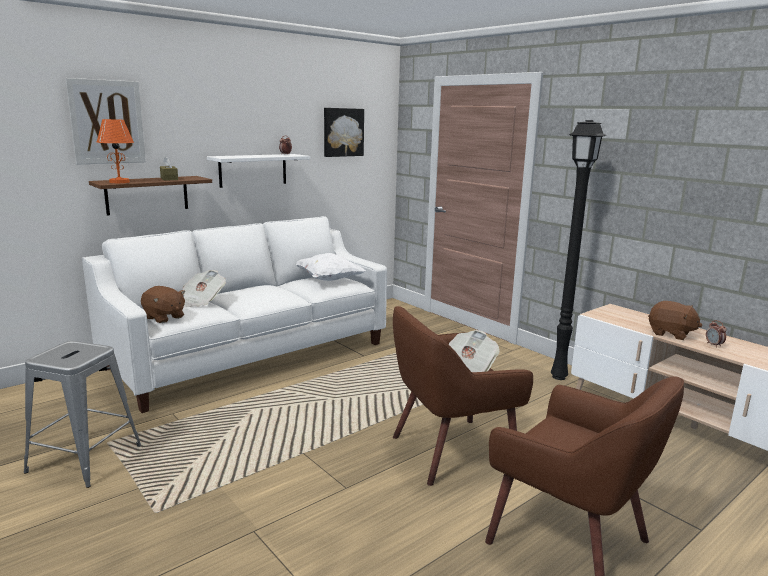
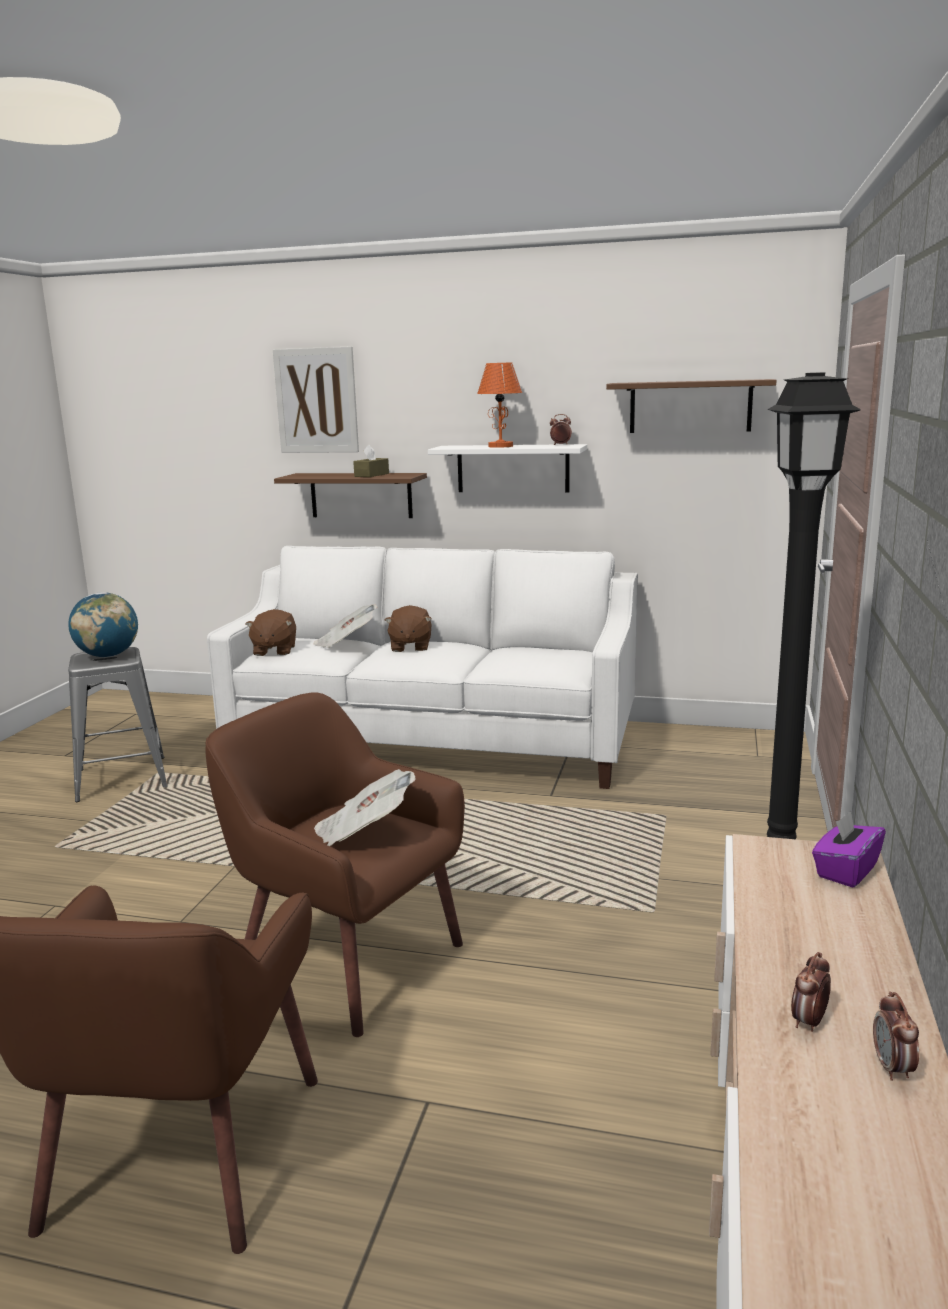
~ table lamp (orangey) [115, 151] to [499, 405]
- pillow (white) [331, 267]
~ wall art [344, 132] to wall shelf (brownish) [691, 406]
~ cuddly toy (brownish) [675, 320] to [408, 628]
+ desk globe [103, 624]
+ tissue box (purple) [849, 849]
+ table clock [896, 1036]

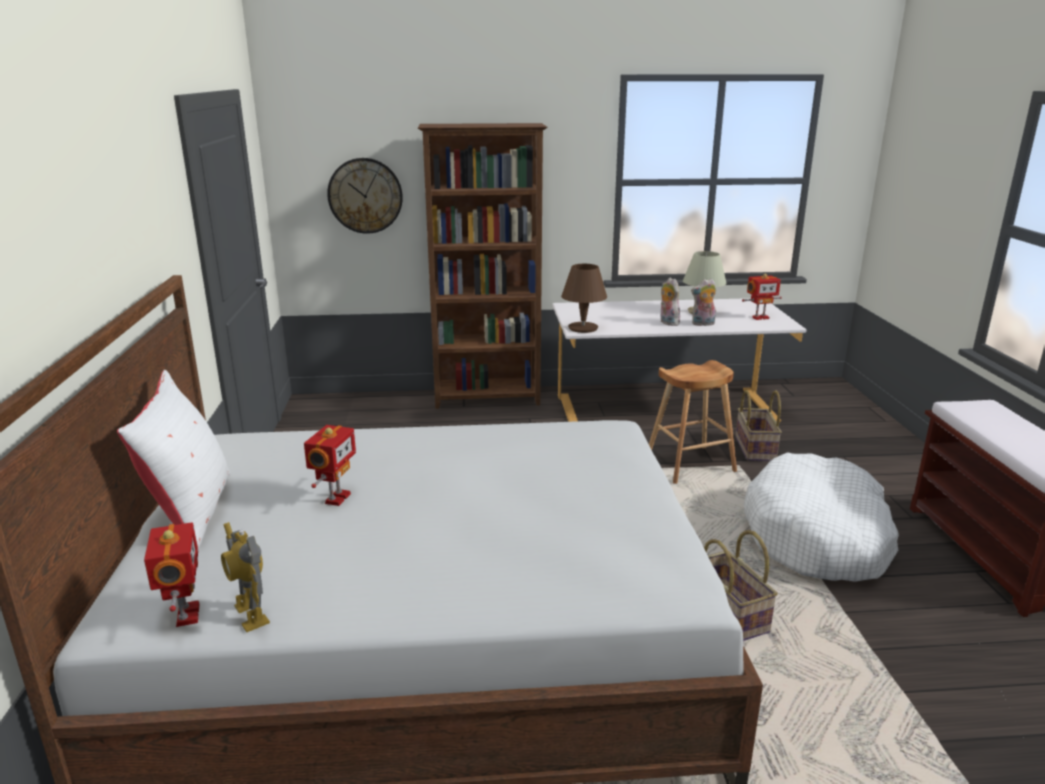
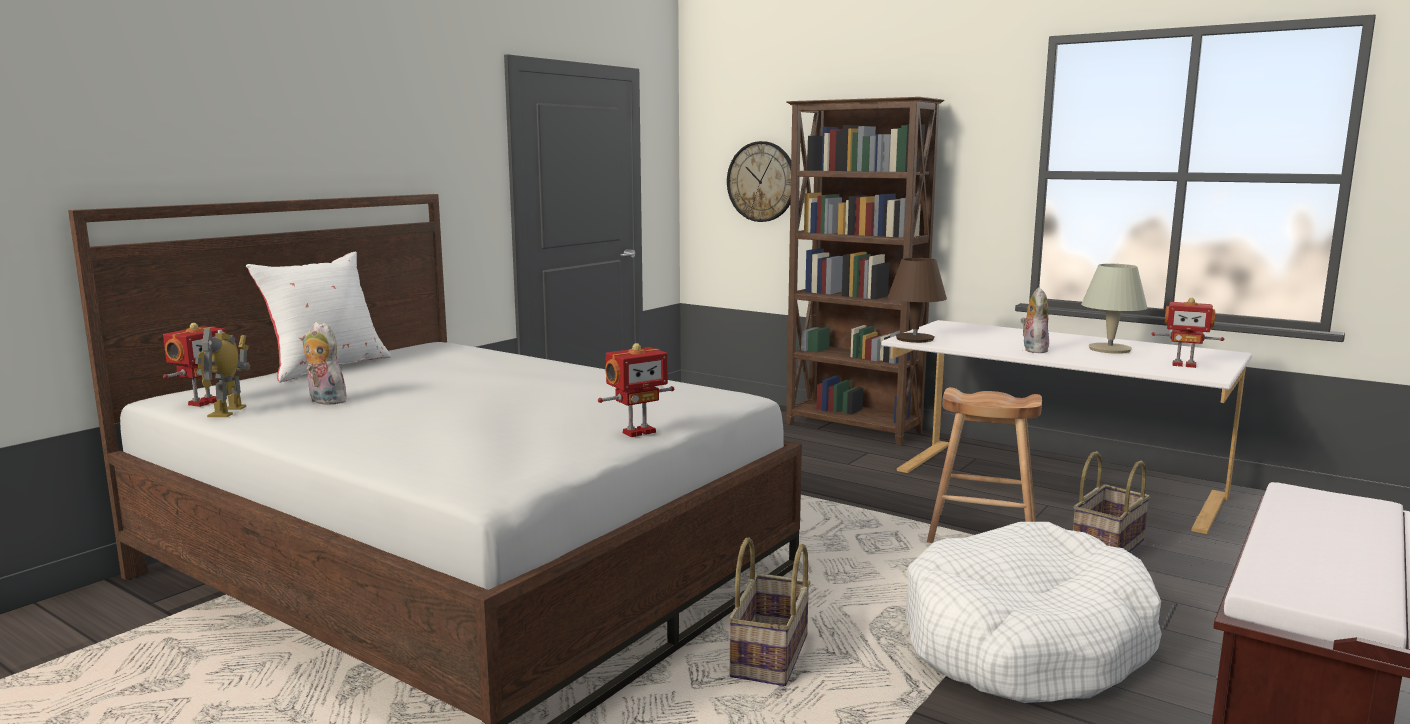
~ robot figure [330, 465] to [636, 390]
~ cuddly toy [703, 302] to [325, 363]

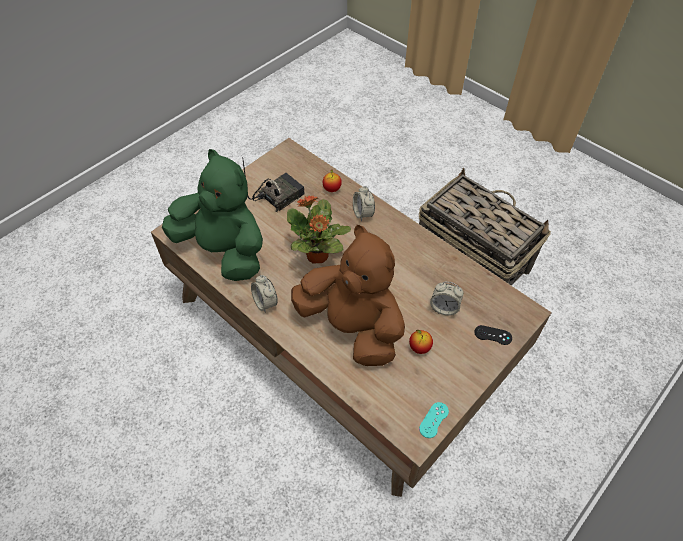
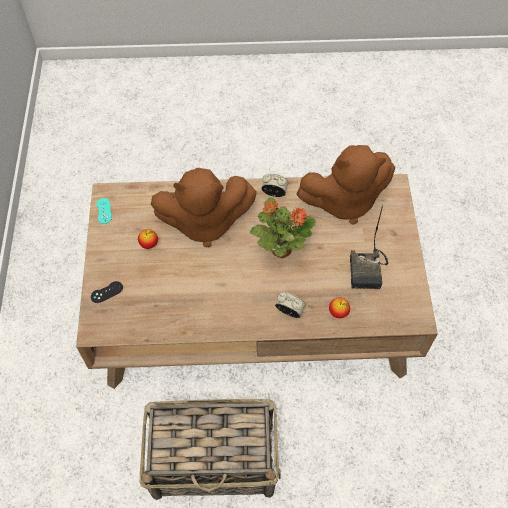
~ cuddly toy (green-coloured) [212, 215] to cuddly toy (brownish) [346, 184]
- table clock [447, 299]

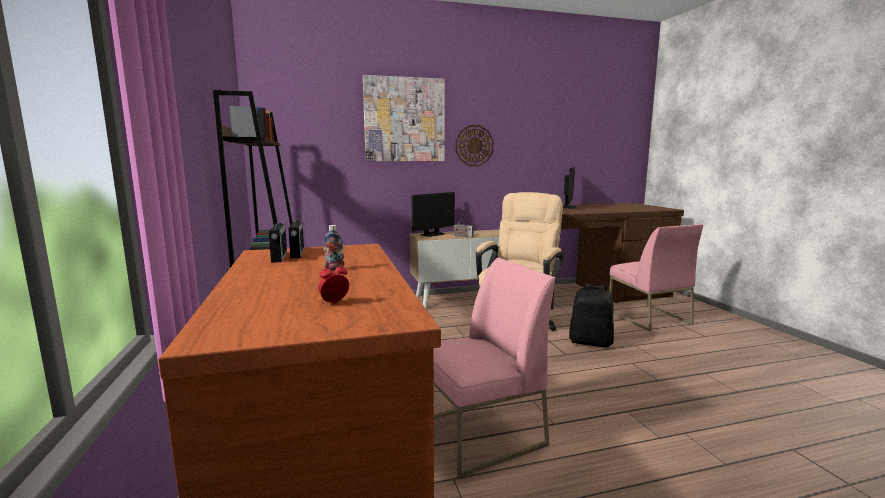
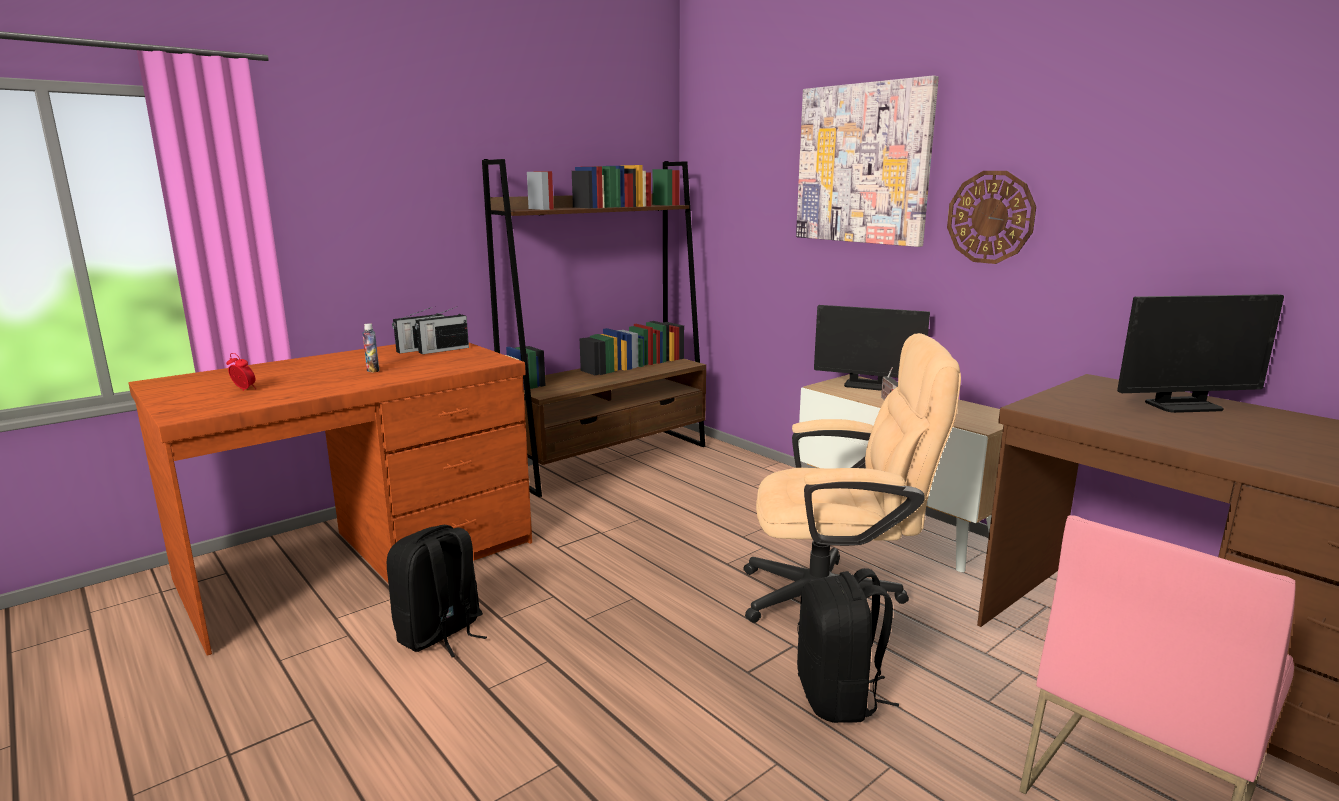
~ plain chair (pinkish) [494, 368] to knapsack (black-coloured) [437, 591]

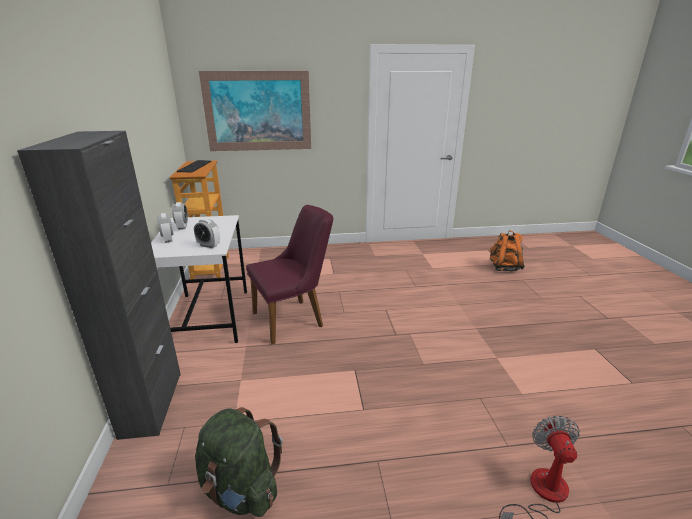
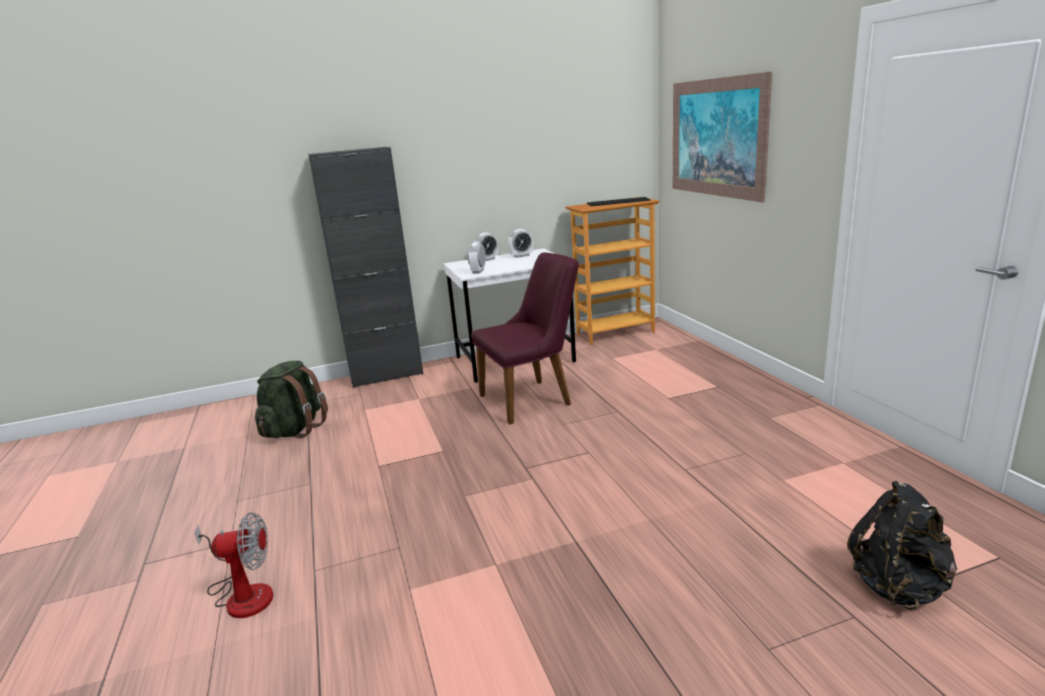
~ plain chair (purple) [289, 274] = [525, 338] 75 degrees counterclockwise
~ knapsack (orangey) [507, 251] to knapsack (black-coloured) [902, 545]

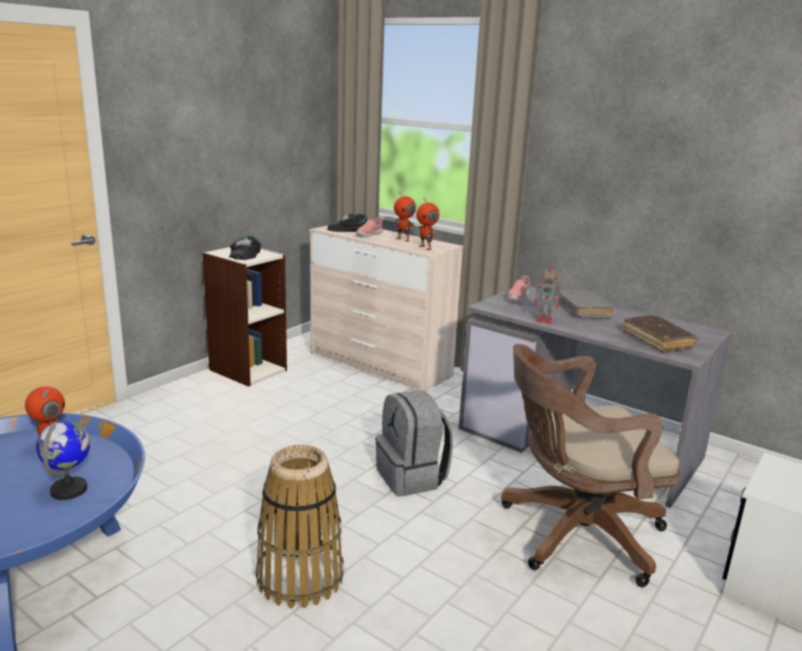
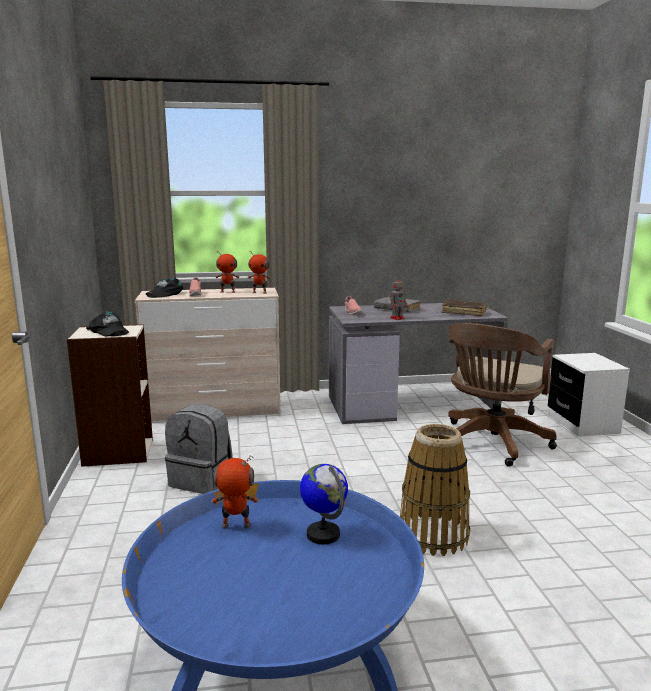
~ knapsack (greyish) [414, 443] to [199, 449]

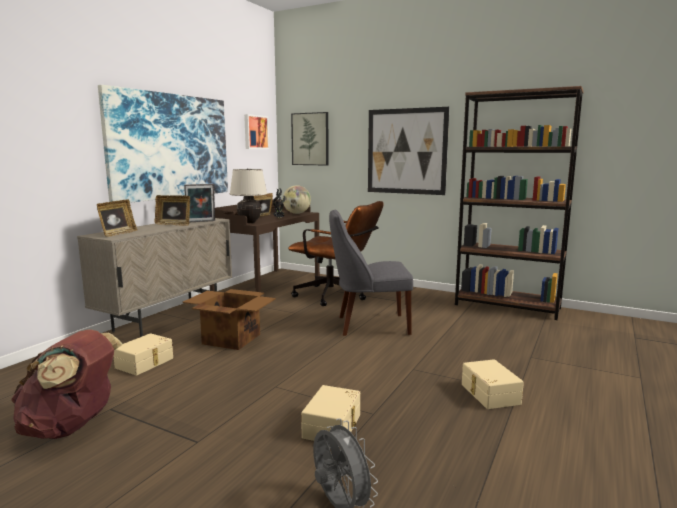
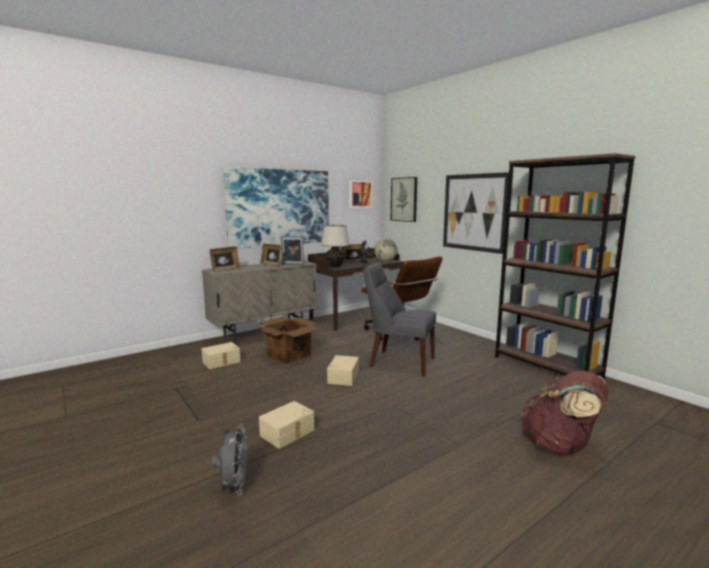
~ knapsack (brownish) [67, 384] to [565, 413]
~ storage bin (sand-coloured) [493, 384] to [343, 370]

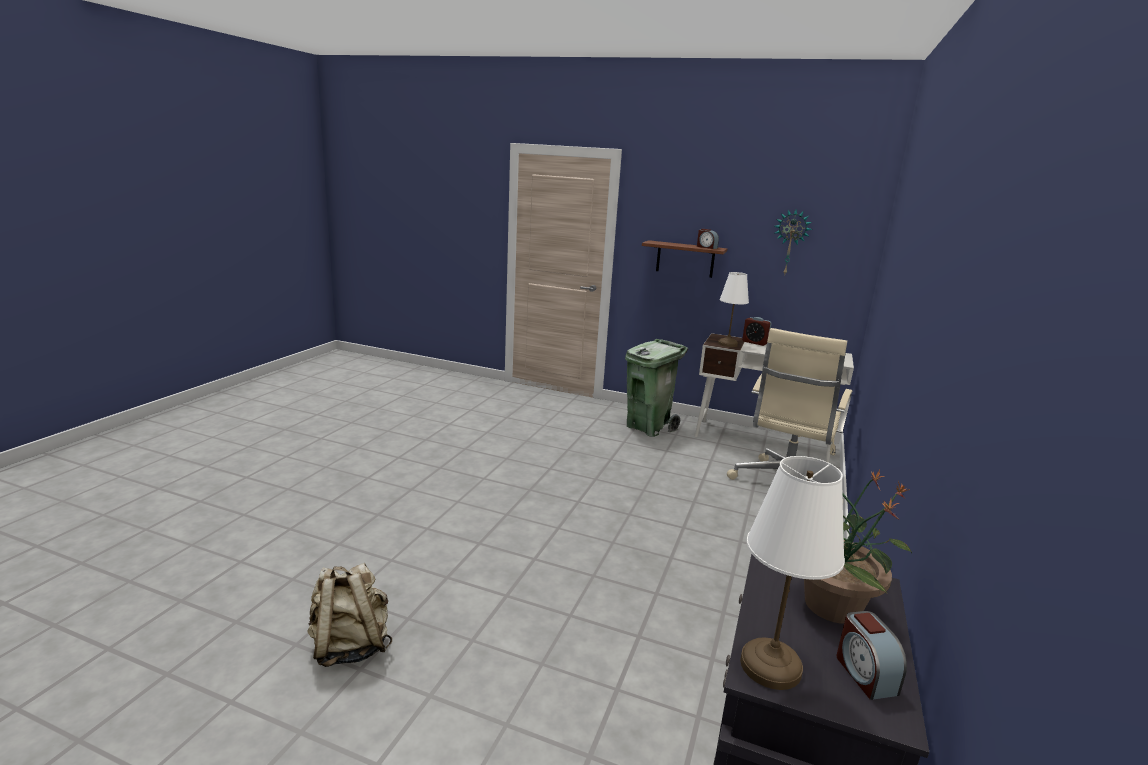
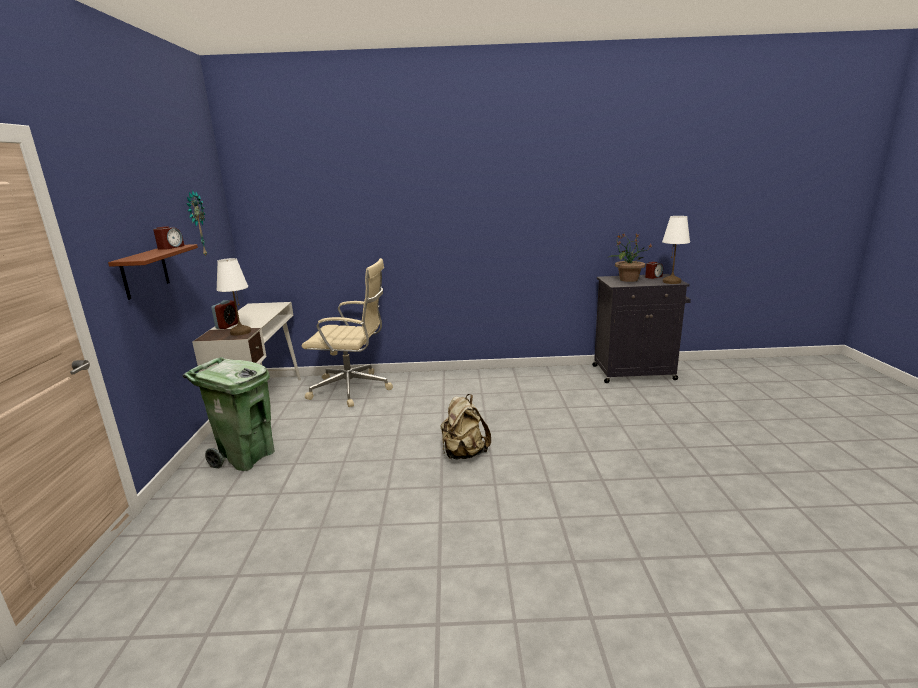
~ knapsack (sand-coloured) [349, 615] to [465, 427]

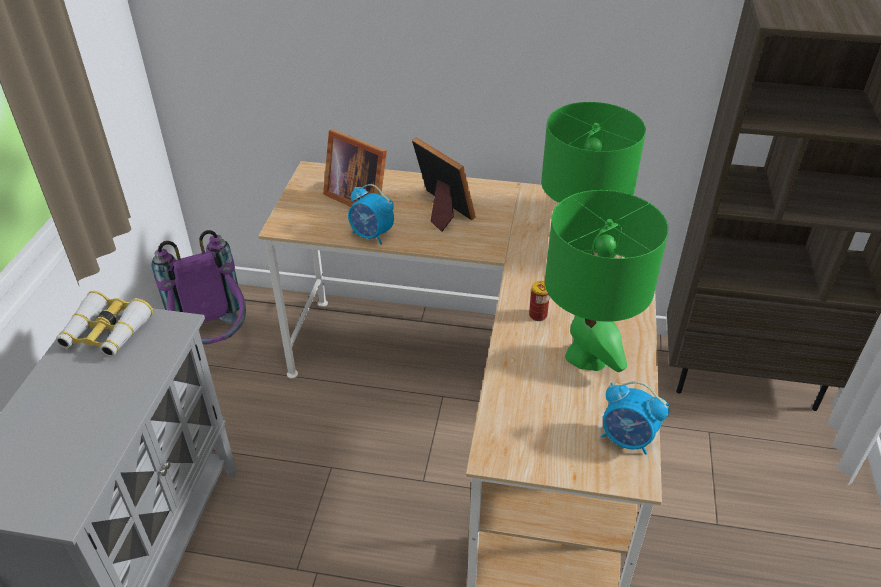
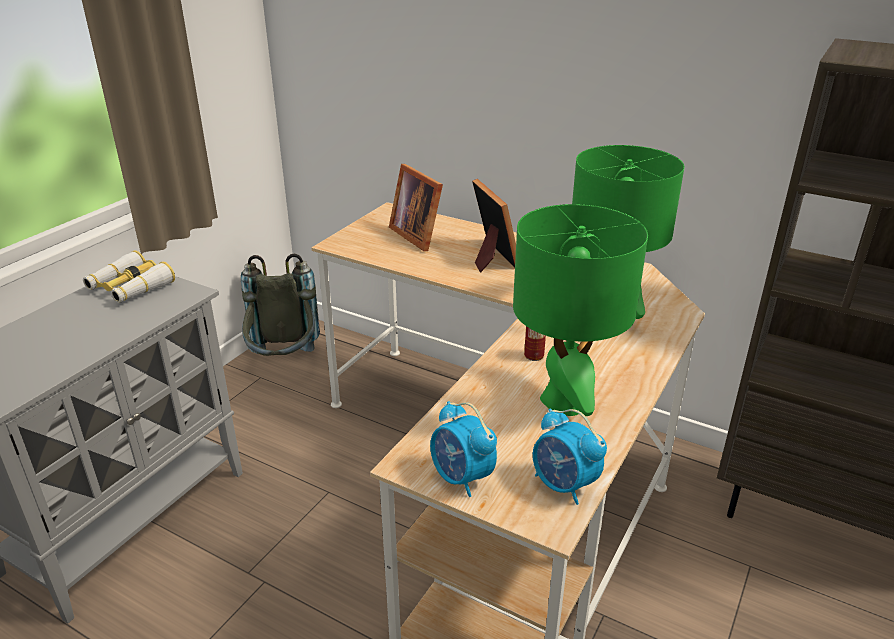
~ knapsack (purple) [198, 287] to knapsack (greyish) [280, 304]
~ table clock [371, 214] to [463, 449]

